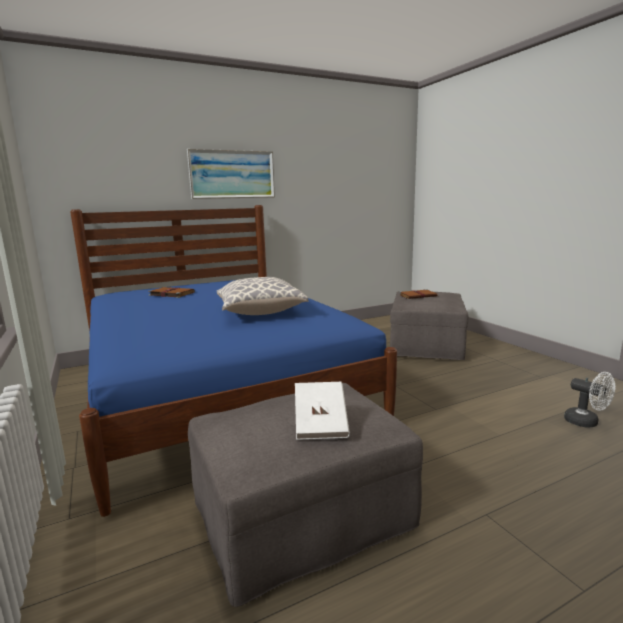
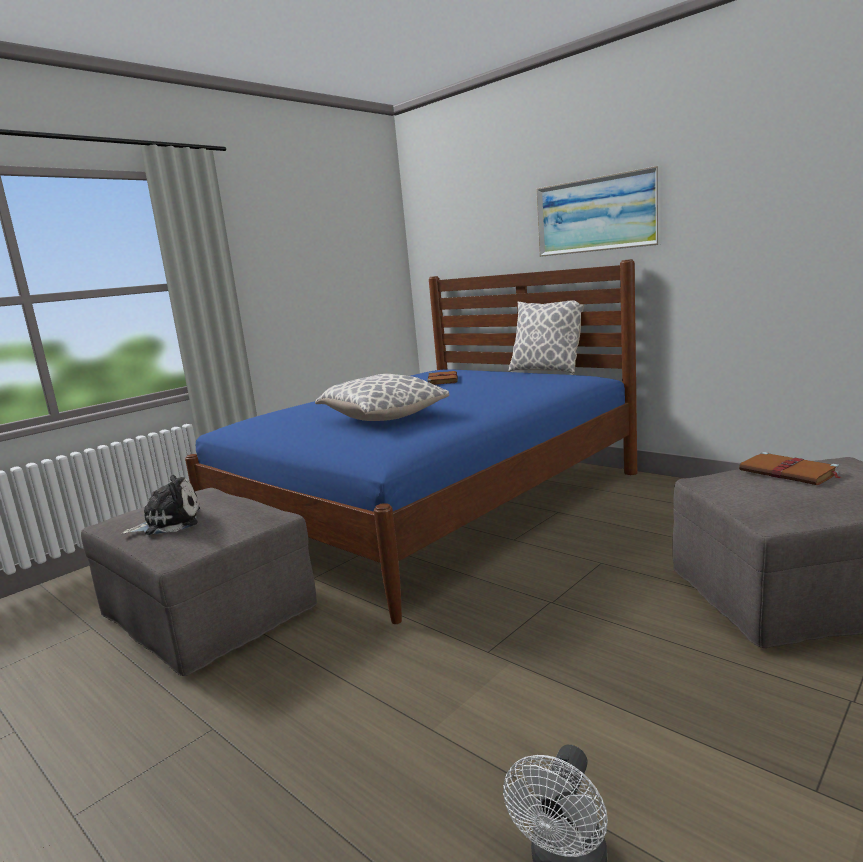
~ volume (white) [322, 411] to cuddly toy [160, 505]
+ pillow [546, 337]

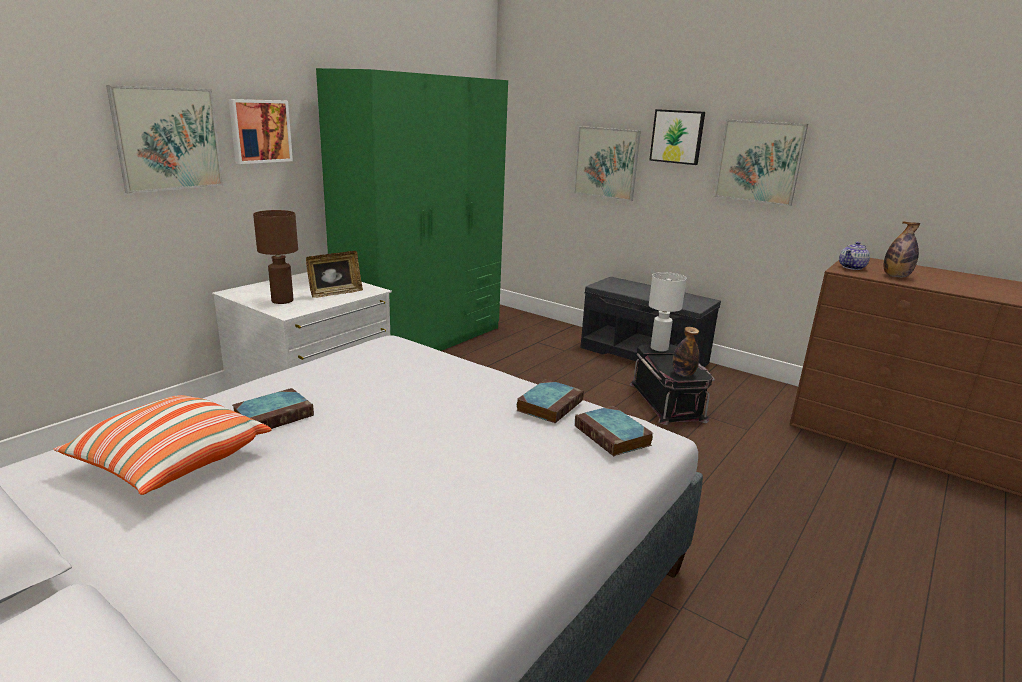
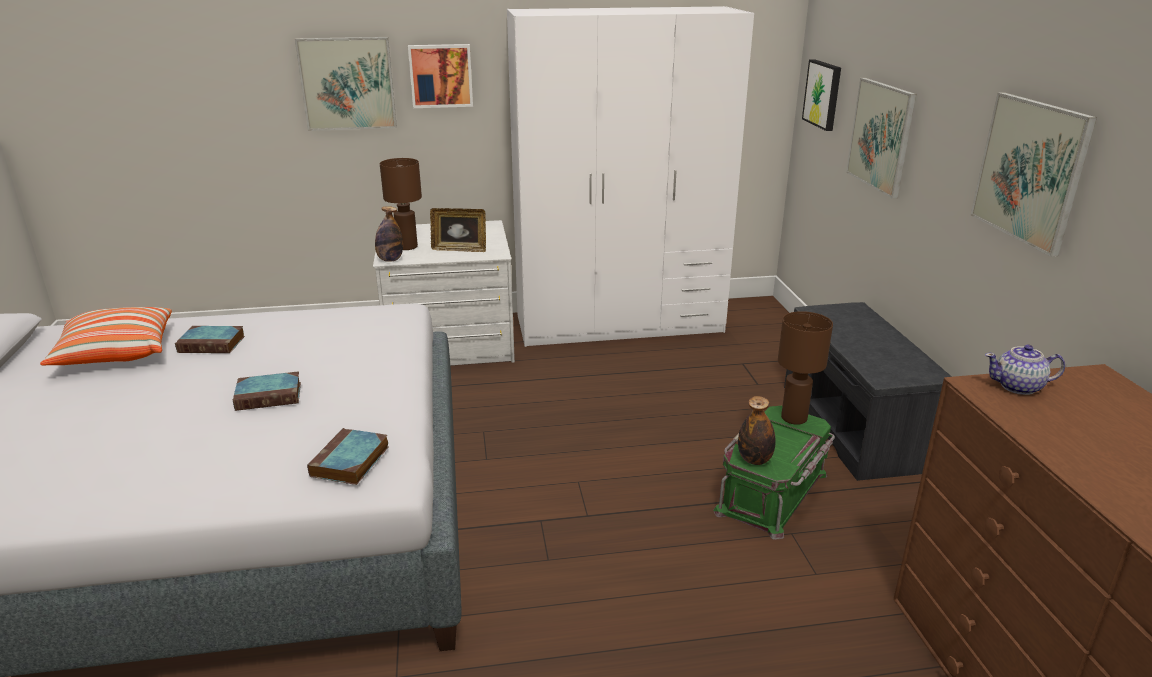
~ clothes cupboard (green-coloured) [412, 209] to clothes cupboard (white) [630, 176]
~ volume [550, 401] to [267, 391]
~ storage bin (black-coloured) [672, 385] to storage bin (green-coloured) [774, 473]
~ wall art [677, 137] to [821, 95]
~ table lamp (white) [668, 311] to table lamp (brownish) [805, 368]
~ beverage bottle [901, 249] to [389, 234]

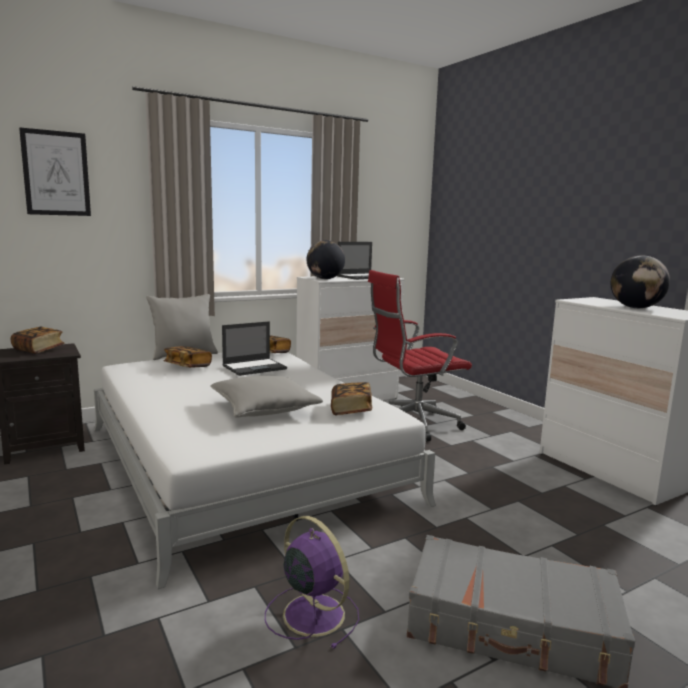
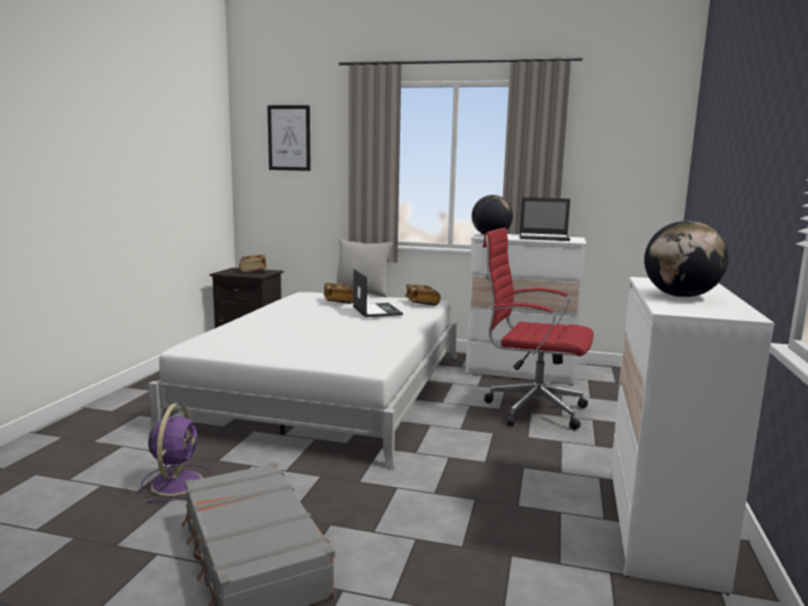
- pillow (greyish) [266, 397]
~ laptop [254, 348] = [378, 293] 120 degrees counterclockwise
- volume [351, 398]

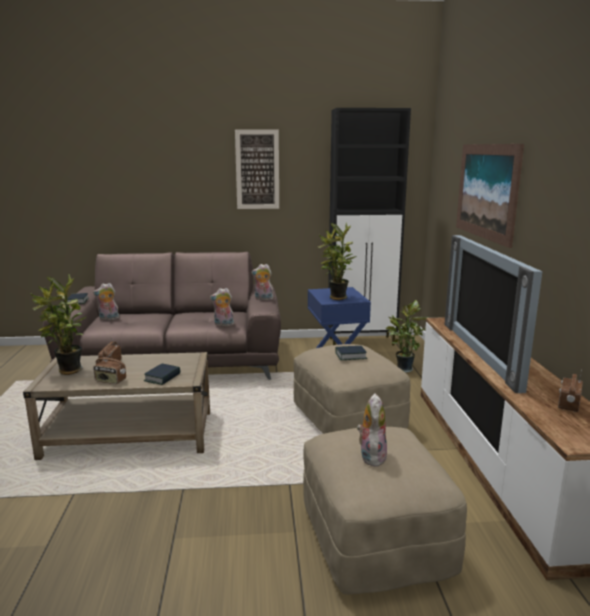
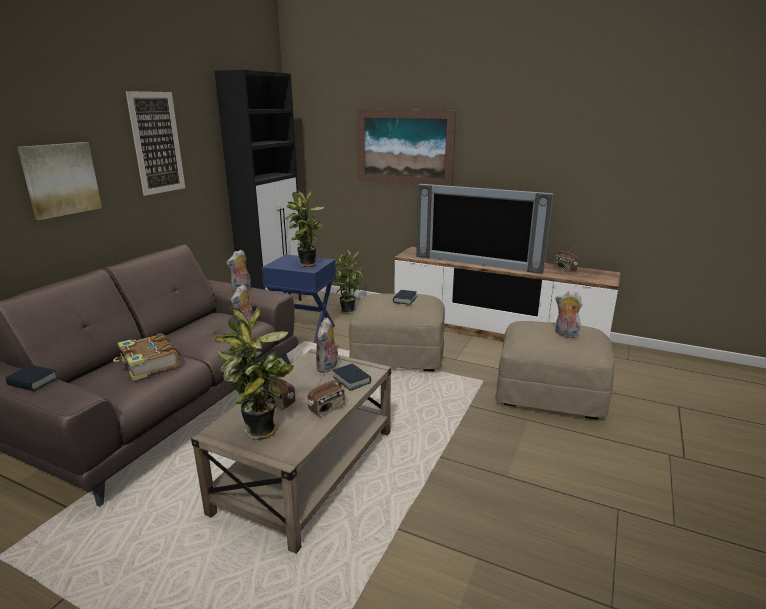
~ cuddly toy [106, 302] to [327, 345]
+ wall art [59, 181]
+ volume [146, 357]

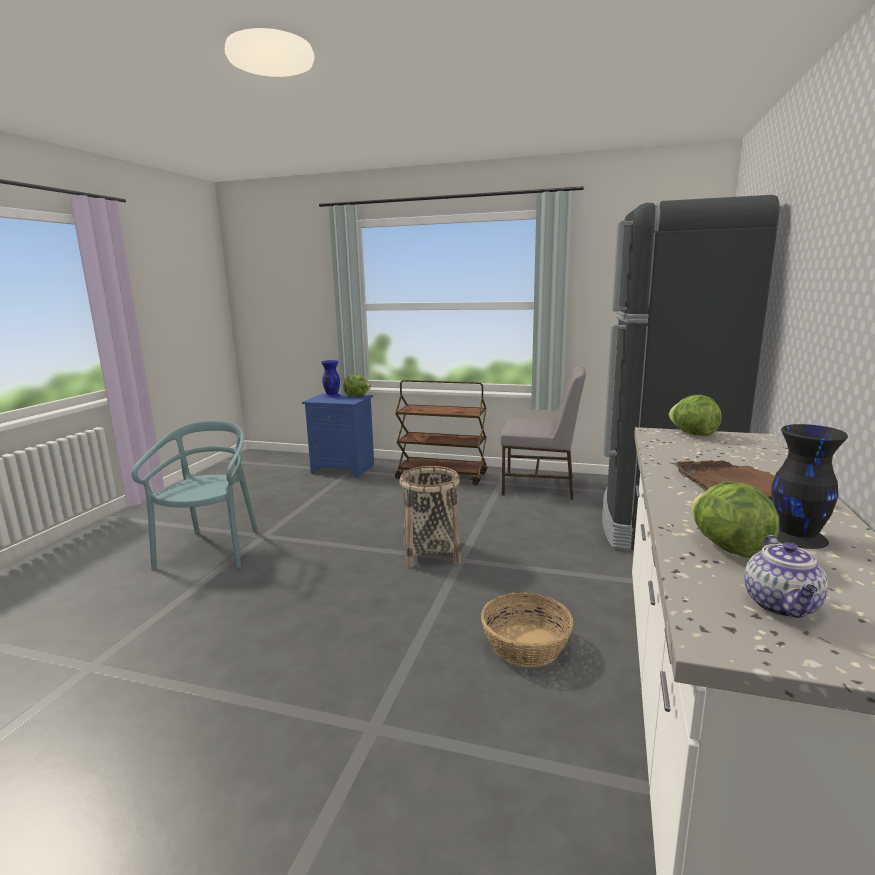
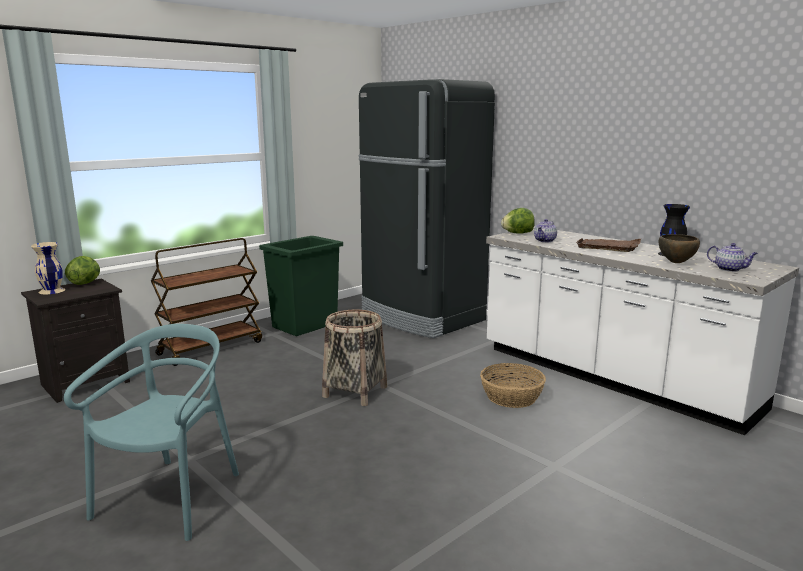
~ plain chair (blue-green) [194, 495] = [151, 432] 75 degrees clockwise
~ night table (bluish) [338, 435] to night table (black-coloured) [75, 341]
~ vase (bluish) [331, 379] to vase (sand-coloured) [48, 268]
~ plain chair (greyish) [543, 433] to rubbish bin (green-coloured) [301, 286]
~ head of lettuce [735, 519] to deep dish (brownish) [679, 248]
+ pot for tea [545, 230]

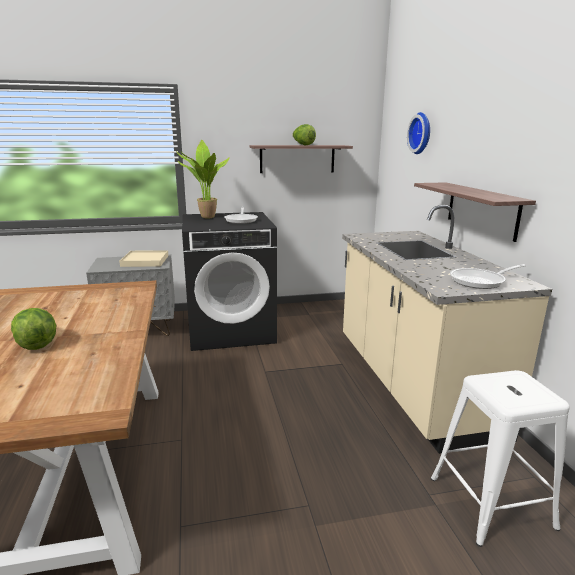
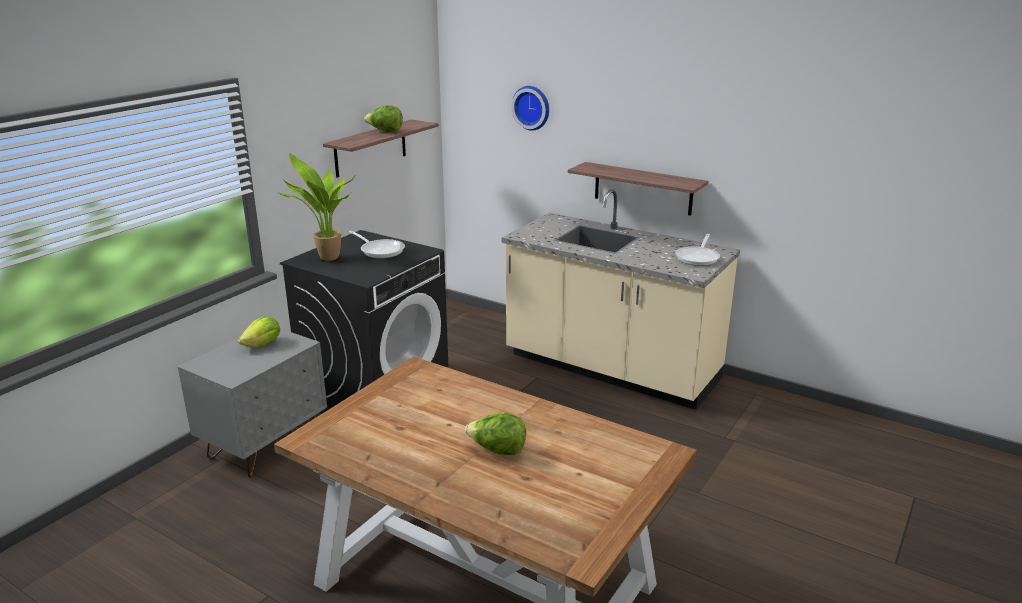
~ serving tray (sand-coloured) [143, 258] to head of lettuce [259, 331]
- sitting stool (white) [500, 458]

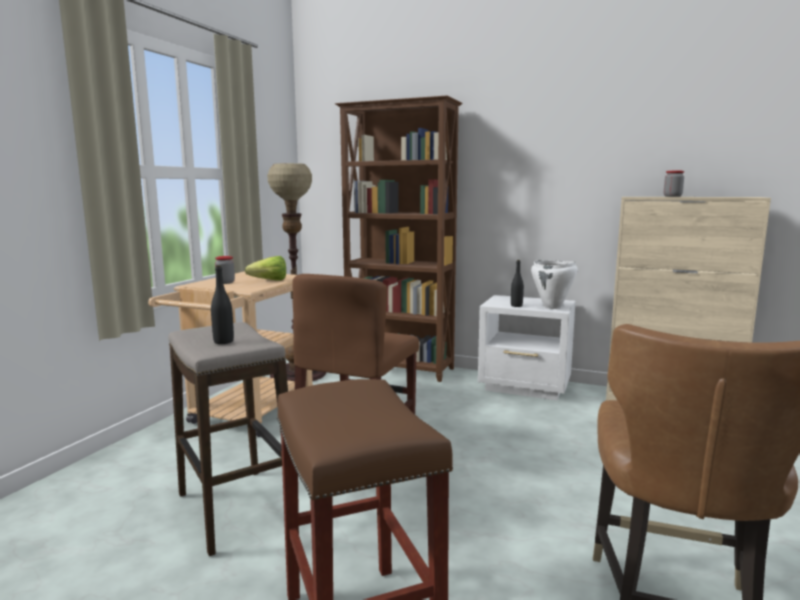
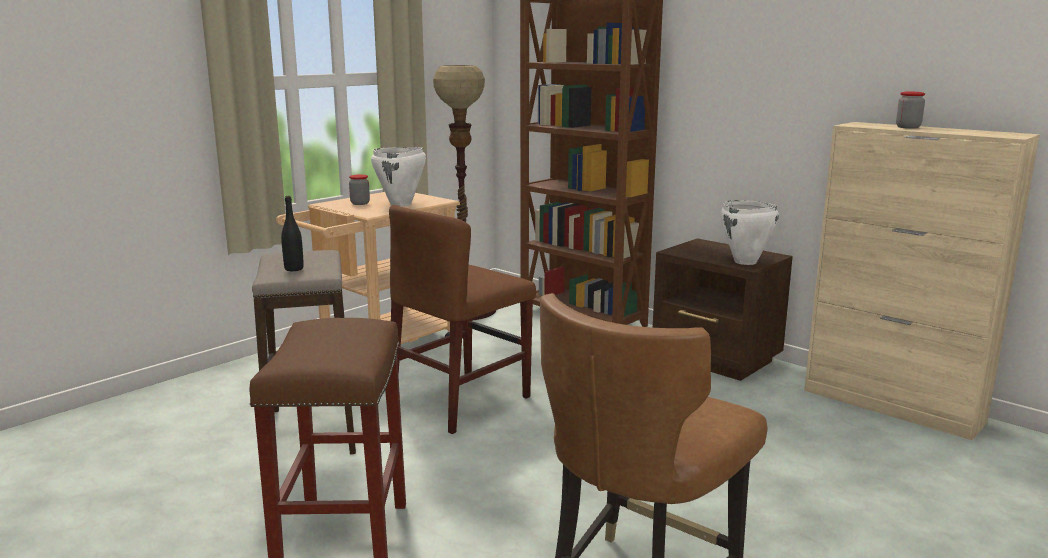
~ head of lettuce [265, 268] to saucepot (white) [398, 177]
~ night table (white) [527, 348] to night table (brownish) [723, 309]
- beverage bottle (black-coloured) [517, 283]

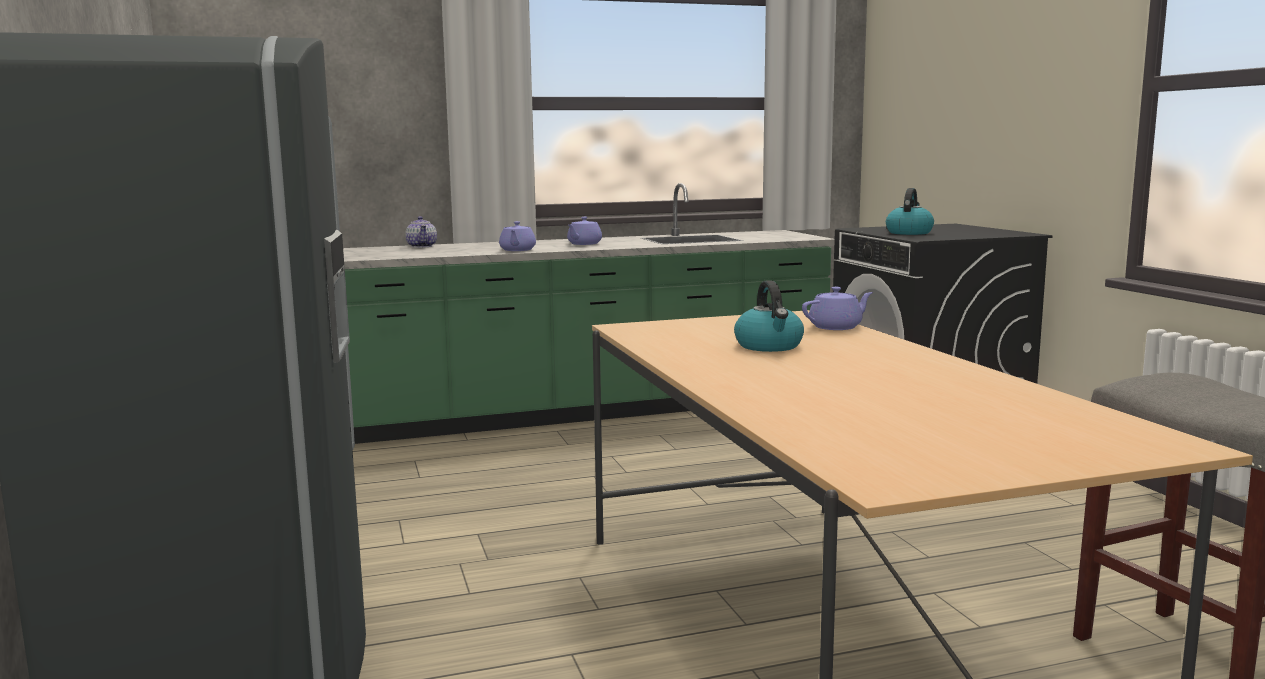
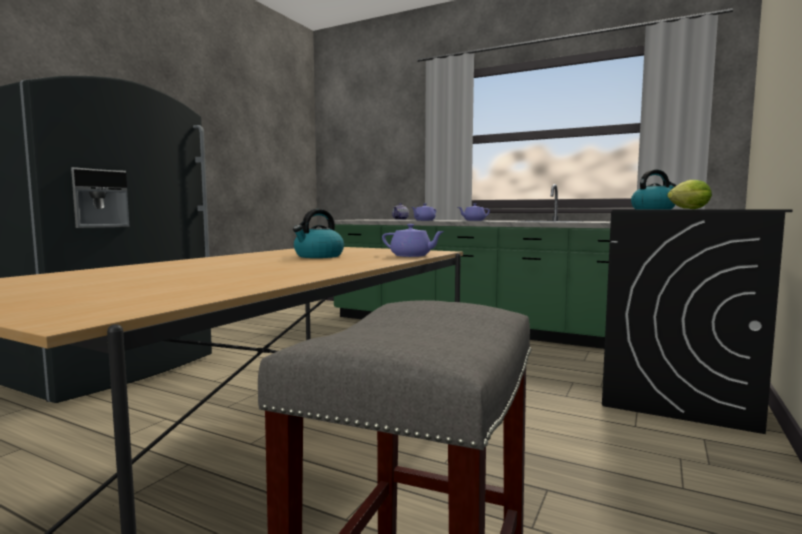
+ head of lettuce [689, 194]

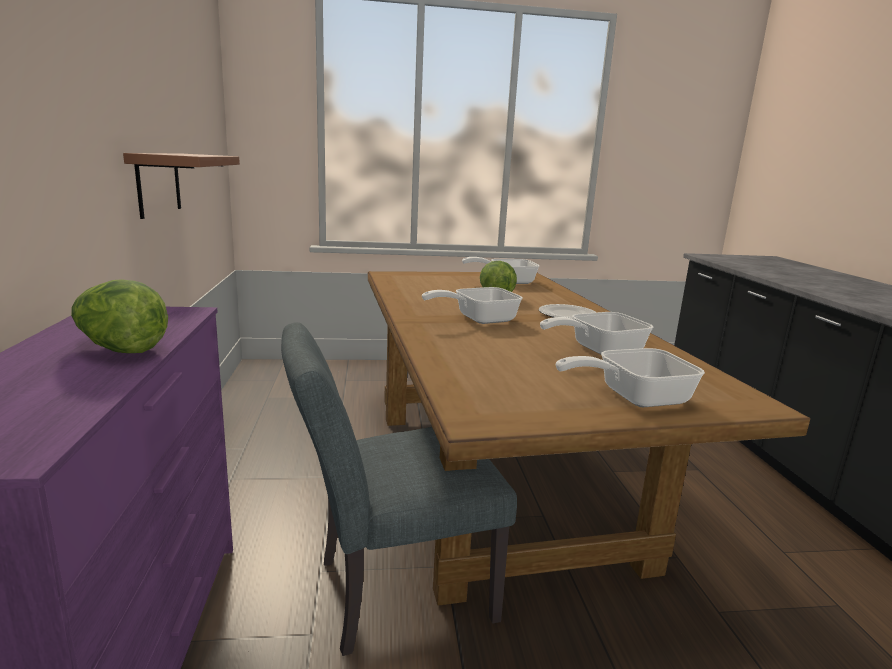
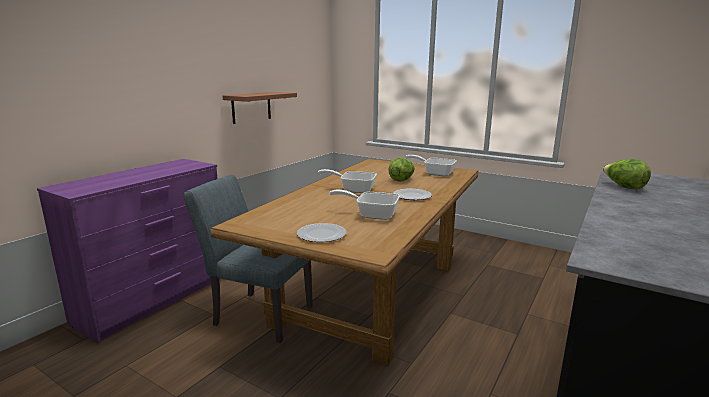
~ head of lettuce [119, 316] to [627, 174]
~ skillet [630, 377] to flat dish [322, 232]

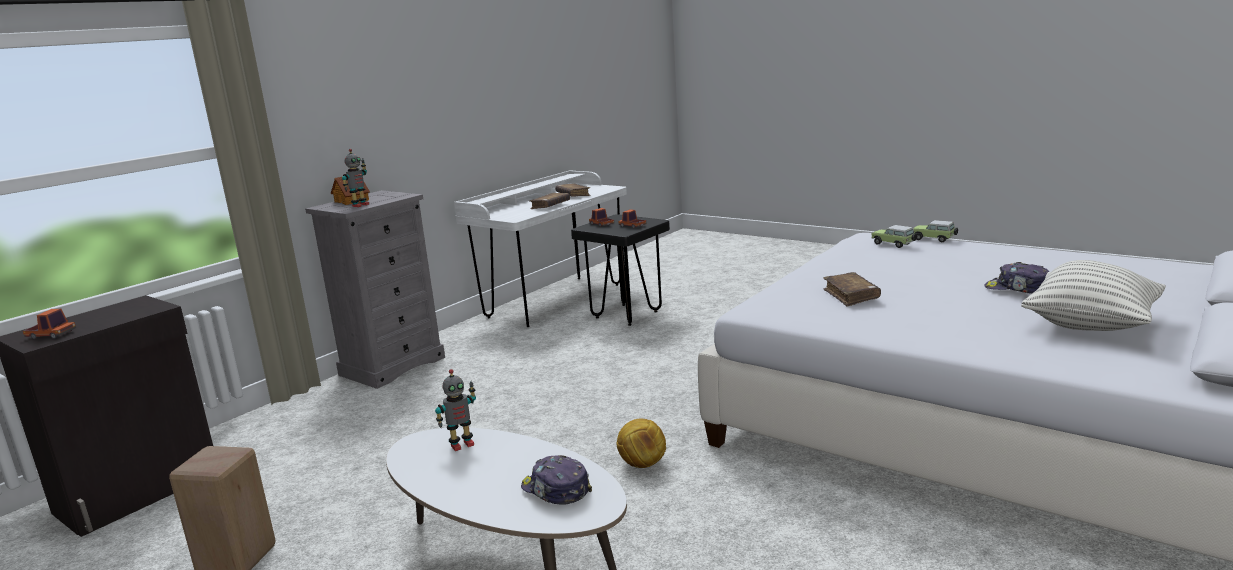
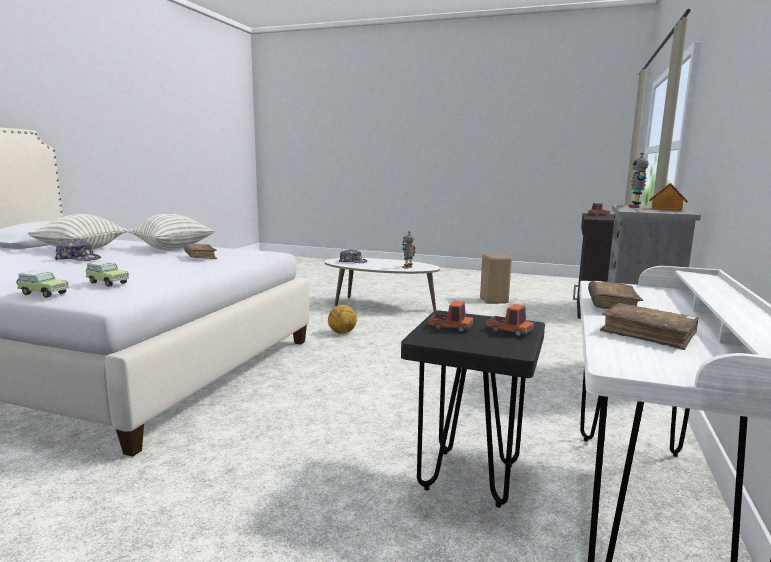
+ pillow [171, 232]

